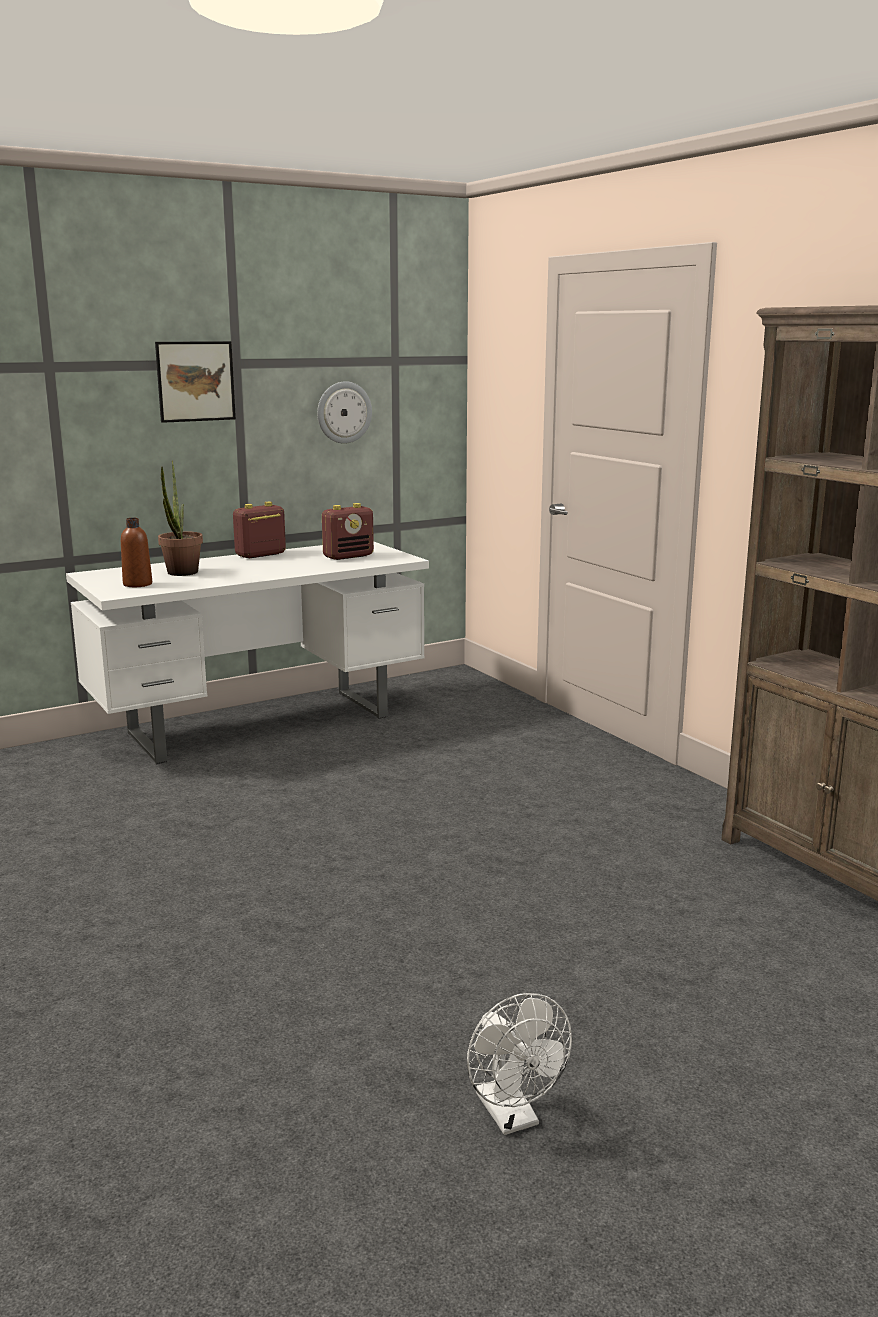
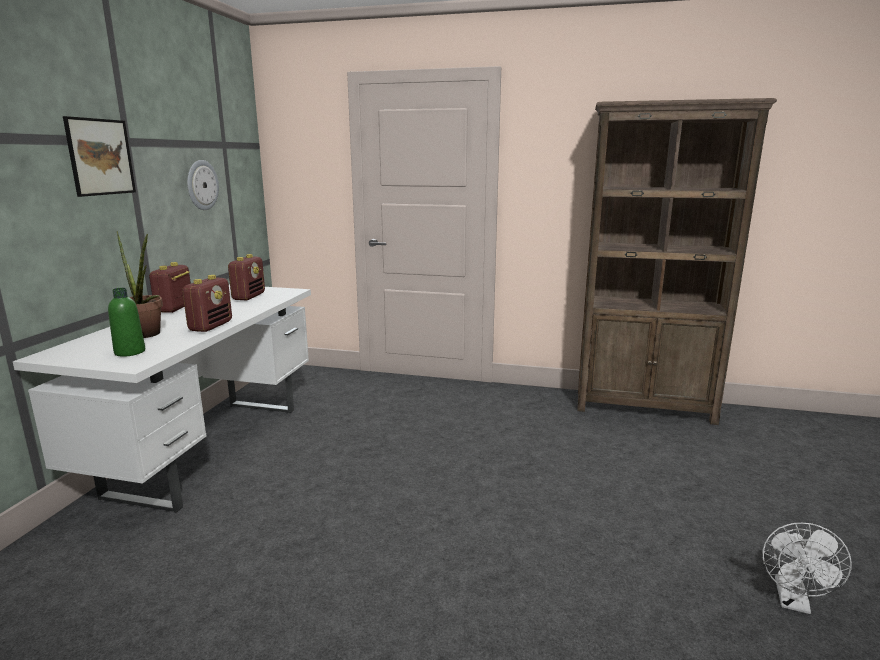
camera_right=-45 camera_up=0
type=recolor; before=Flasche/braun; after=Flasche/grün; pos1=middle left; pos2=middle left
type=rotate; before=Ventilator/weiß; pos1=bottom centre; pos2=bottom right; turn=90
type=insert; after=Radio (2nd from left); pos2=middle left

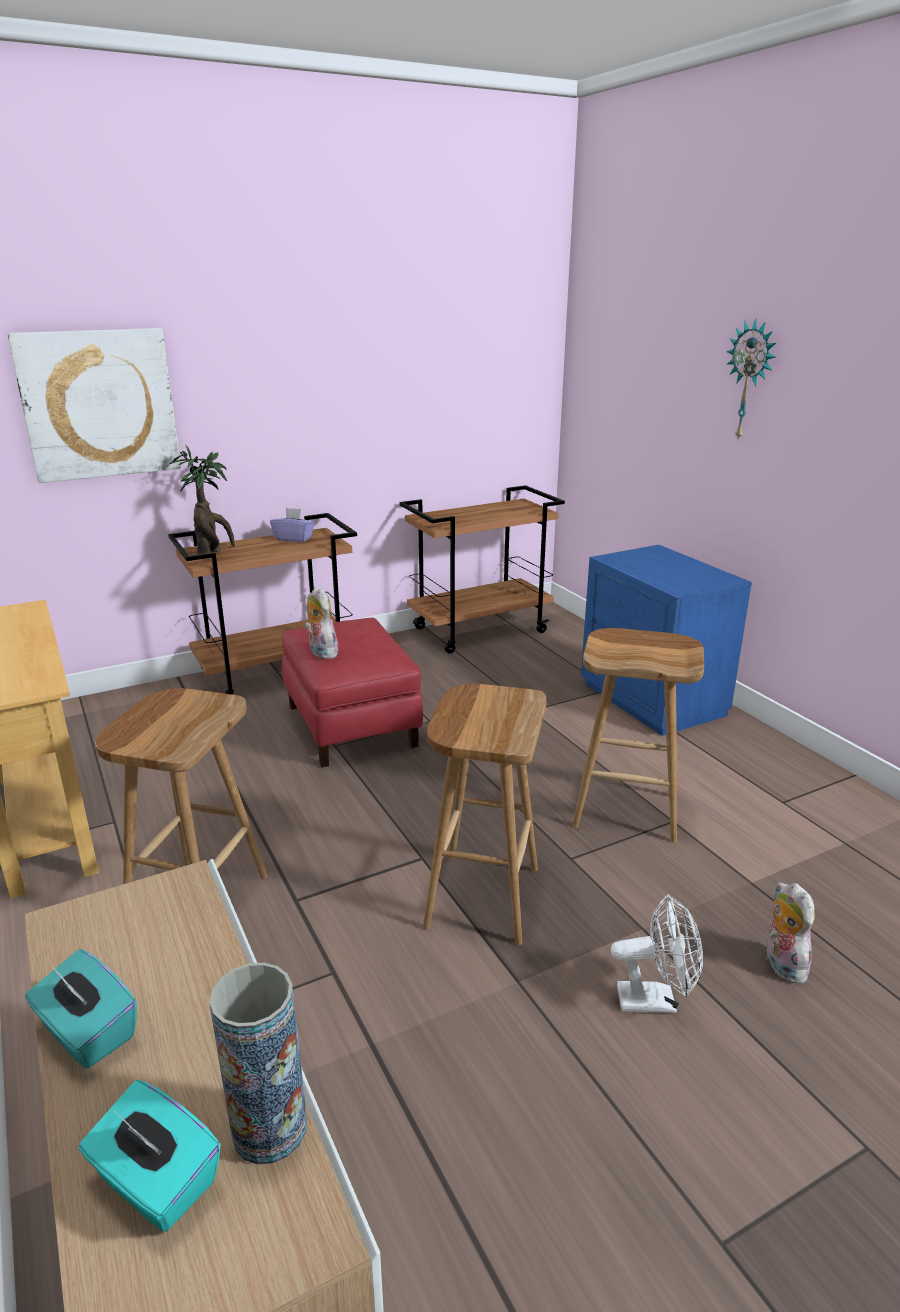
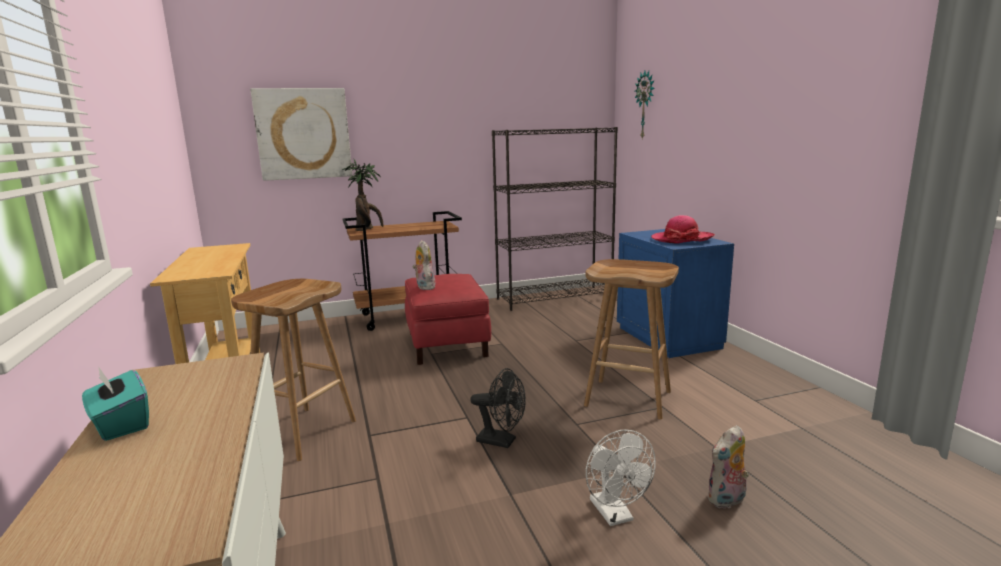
camera_right=10 camera_up=-10
type=move; before=Wanduhr; pos1=top right; pos2=top centre
type=replace; before=Rollwagen/braun (2nd from left); after=Bücherregal/schwarz; pos1=centre; pos2=centre
type=delete; before=Taschentuchbox/lila; pos1=middle left
type=replace; before=Hocker/braun (2nd from left); after=Ventilator/schwarz; pos1=centre; pos2=bottom centre
type=rotate; before=Plüschtier (2nd from left); pos1=bottom right; pos2=bottom right; turn=-120
type=rotate; before=Ventilator/weiß; pos1=bottom right; pos2=bottom centre; turn=60
type=delete; before=Vase; pos1=bottom left
type=delete; before=Taschentuchbox/türkis (2nd from left); pos1=bottom left
type=insert; after=Hut; pos2=middle right

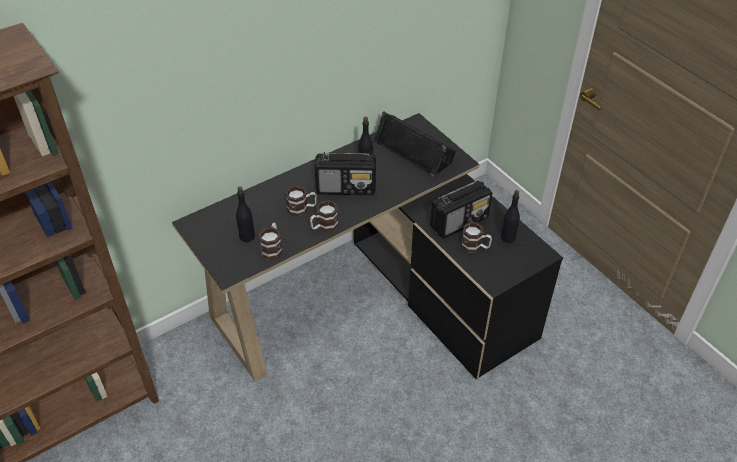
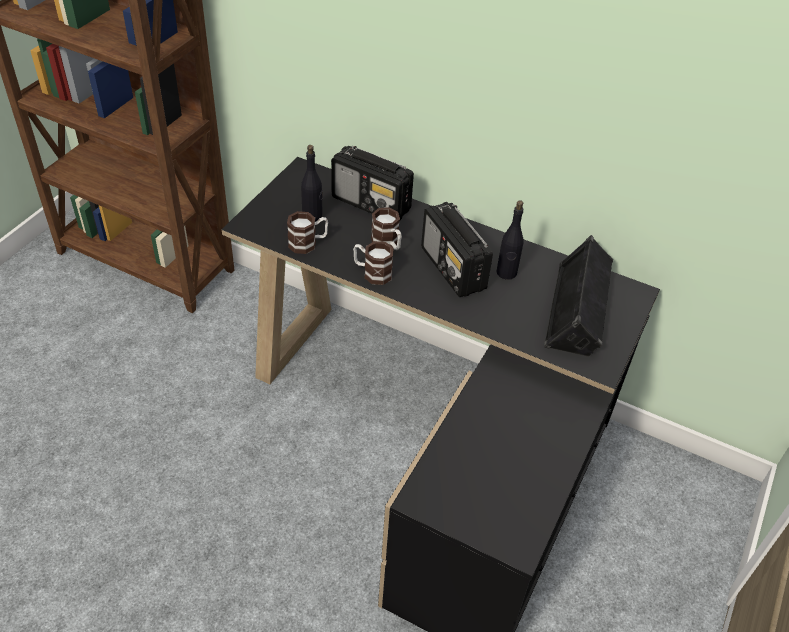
camera_right=60 camera_up=0
type=move; before=Radio (2nd from left in the first image); after=Radio (1st from left); pos1=centre; pos2=top centre
type=delete; before=Flasche/schwarz (3rd from left); pos1=middle right
type=delete; before=Henkelbecher (4th from left); pos1=centre

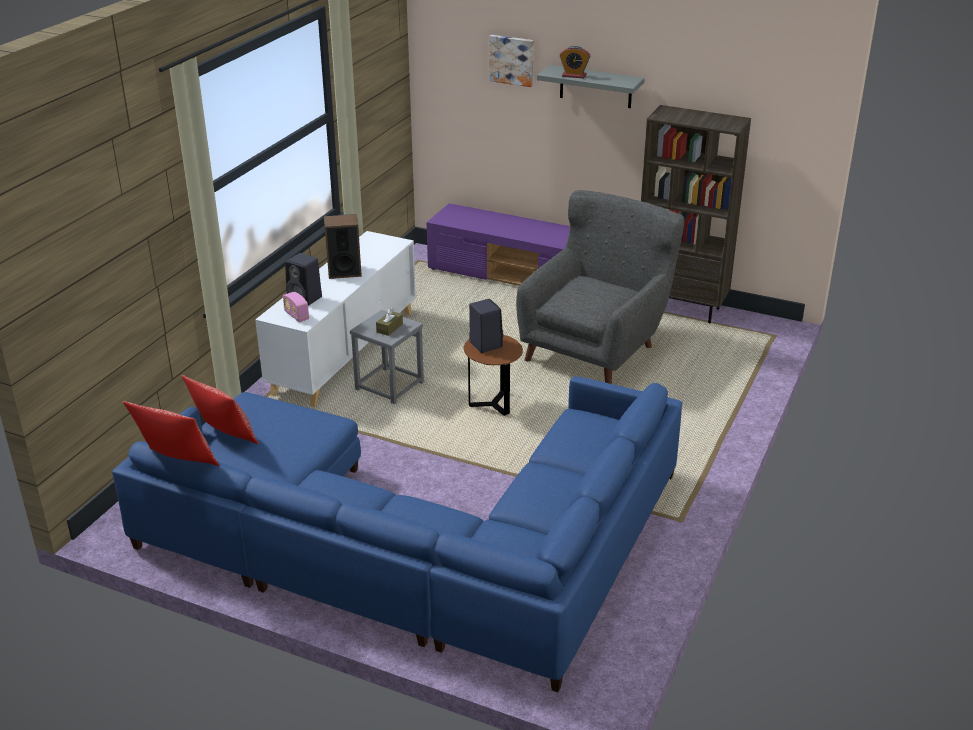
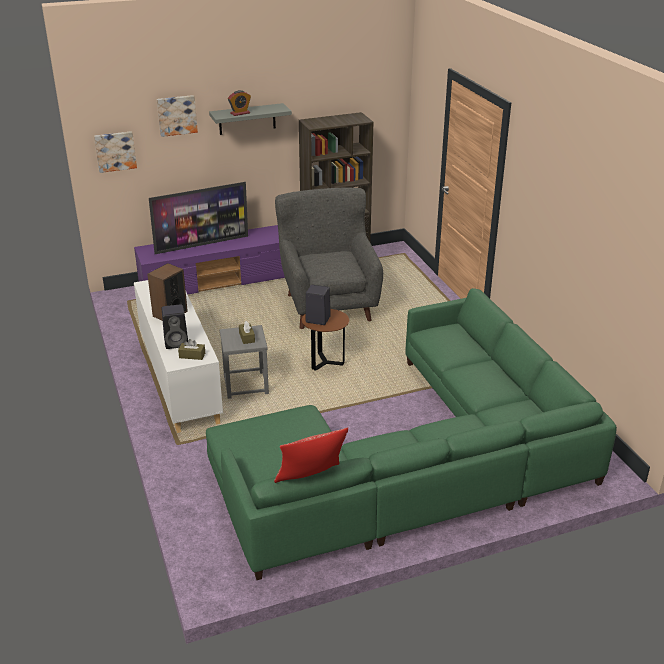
camera_right=-45 camera_up=0
type=replace; before=Radio; after=Taschentuchbox/braun (1st from left); pos1=middle left; pos2=middle left
type=delete; before=Kissen (2nd from left); pos1=middle left
type=recolor; before=Sofa/blau; after=Sofa/grün; pos1=bottom centre; pos2=centre
type=insert; after=Bild (1st from left); pos2=top left
type=insert; after=Fernseher; pos2=top left

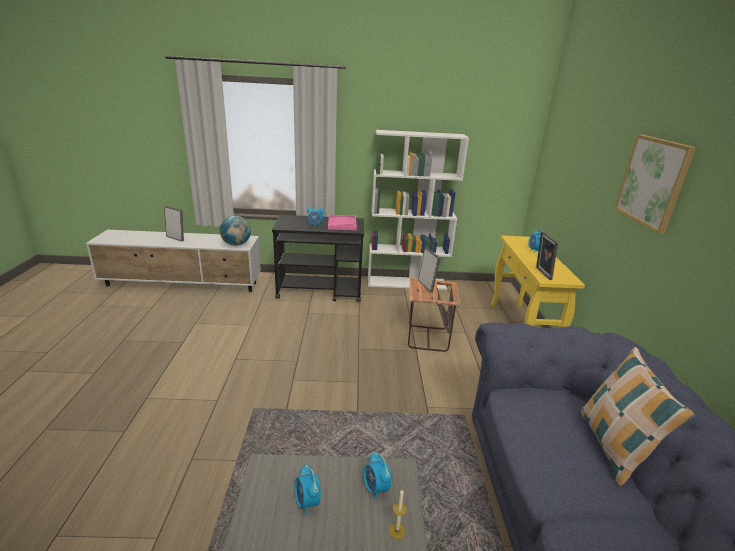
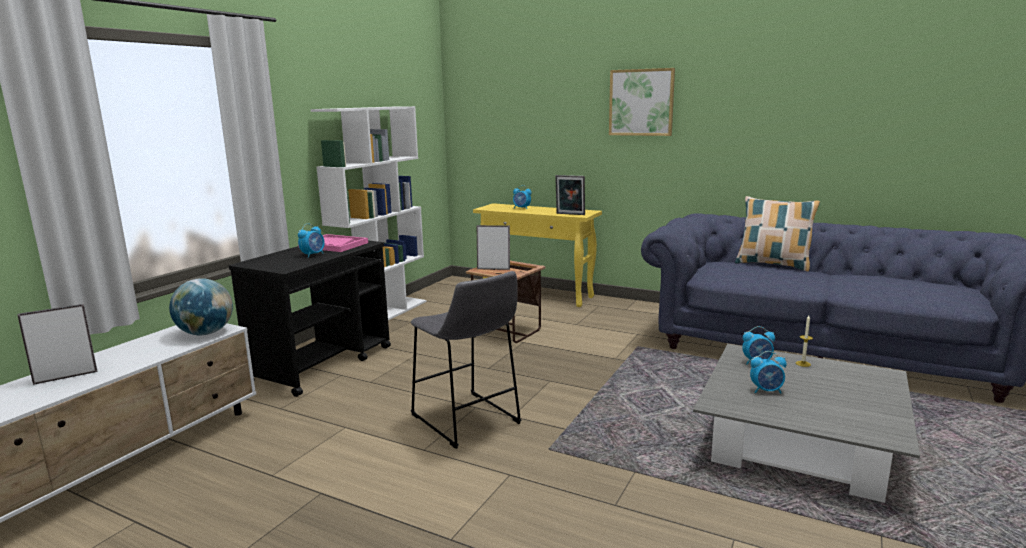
camera_right=-60 camera_up=-10
type=insert; after=Hocker/grau; pos2=centre

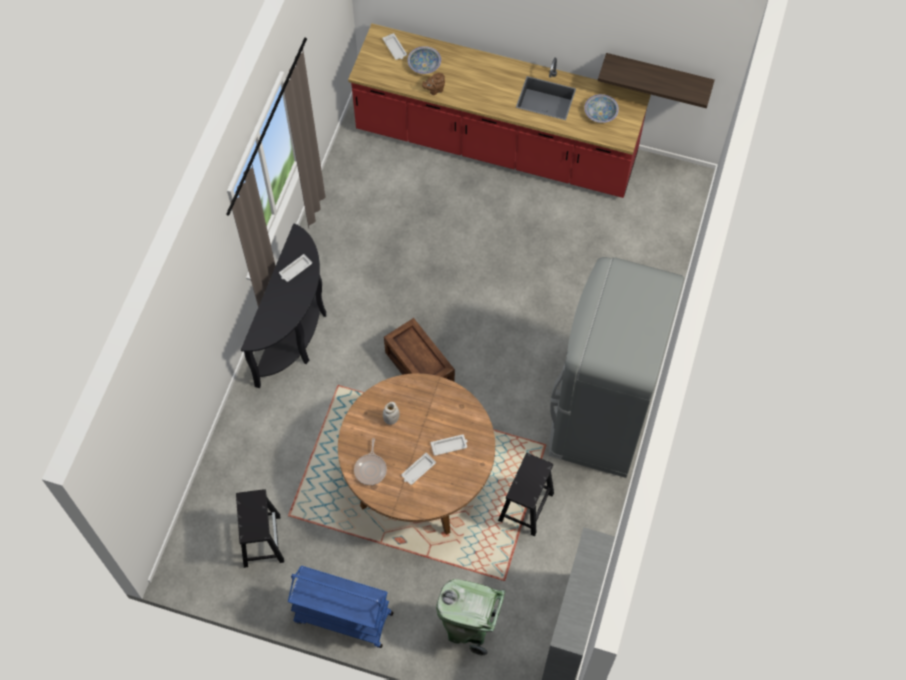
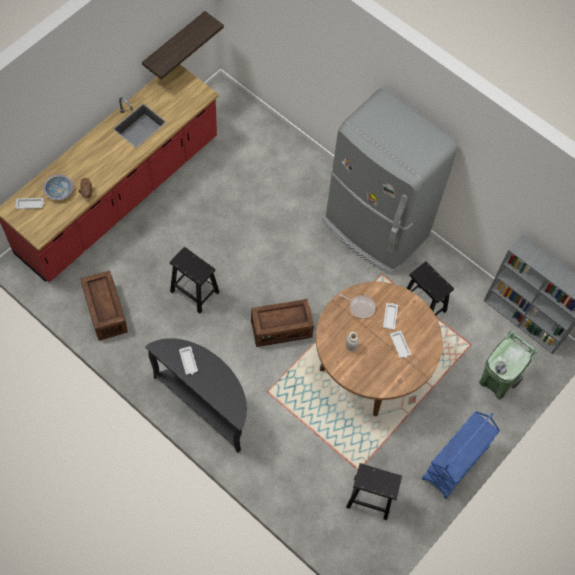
camera_right=-70 camera_up=0
type=delete; before=Schüssel (2nd from left); pos1=top centre
type=move; before=Pfanne; pos1=bottom centre; pos2=centre
type=insert; after=Hocker/schwarz (1st from left); pos2=centre
type=insert; after=Kiste (1st from left); pos2=middle left

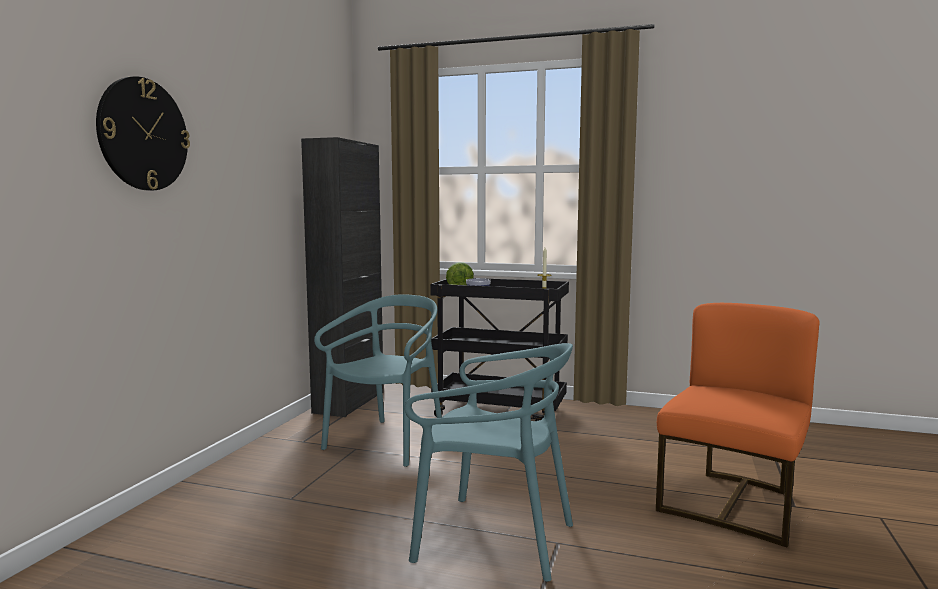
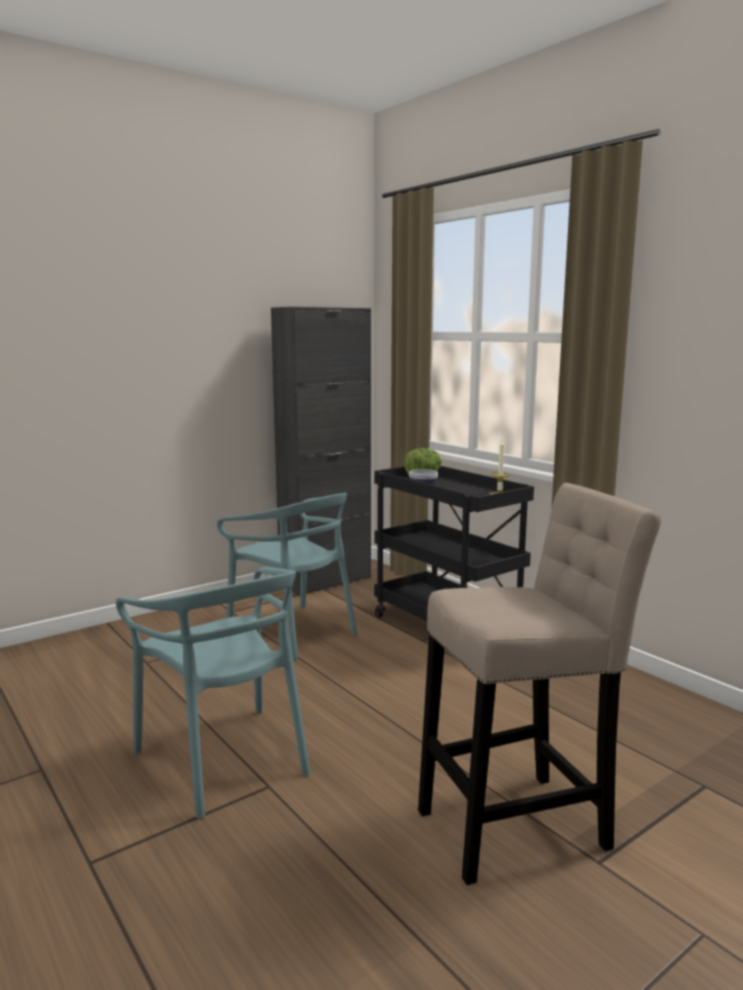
camera_right=35 camera_up=5
type=delete; before=Wanduhr; pos1=top left
type=rotate; before=Stuhl/türkis (1st from left in the first image); pos1=centre; pos2=centre; turn=75
type=replace; before=Stuhl/orange; after=Hocker/beige; pos1=bottom right; pos2=bottom right

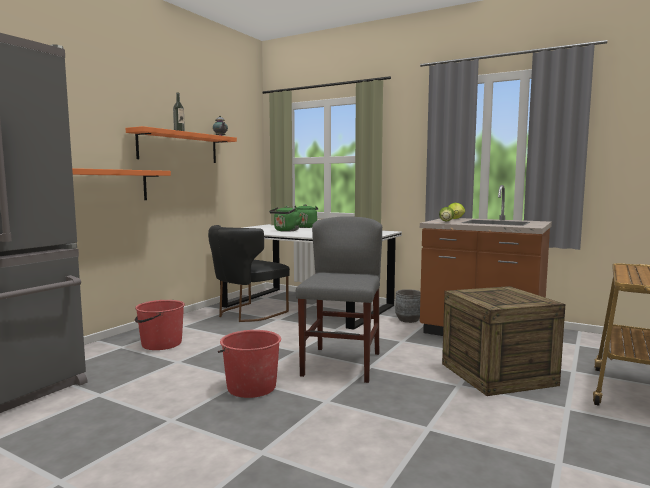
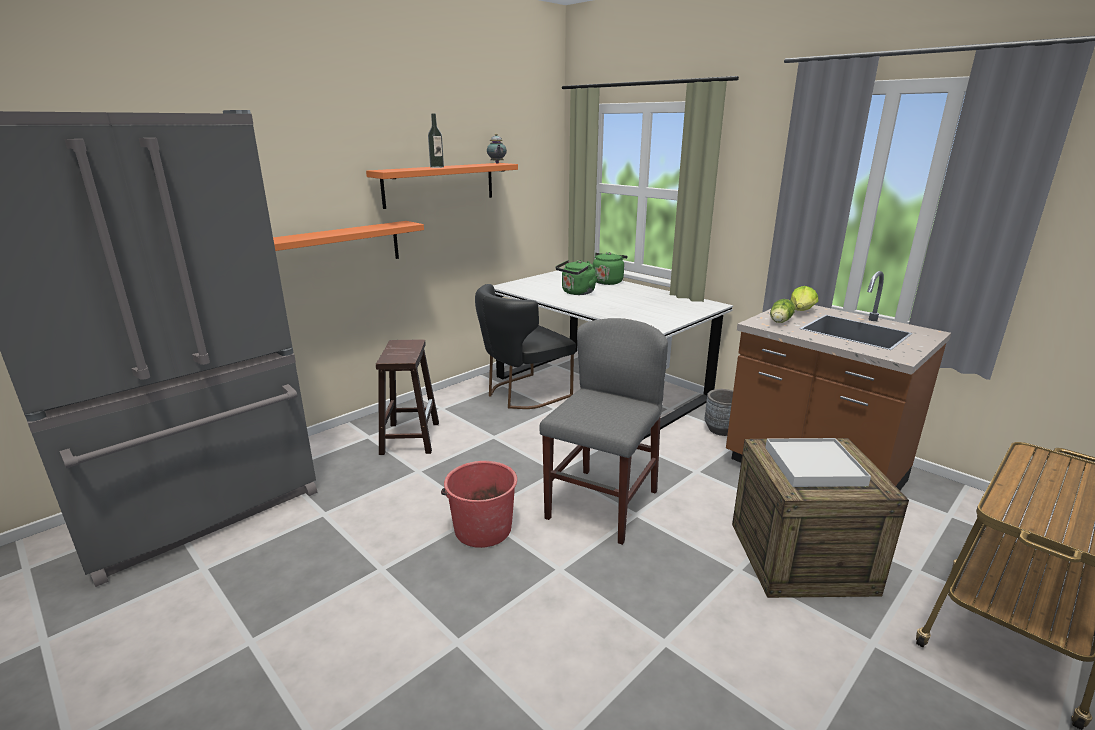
camera_right=15 camera_up=15
type=replace; before=Eimer/rot (1st from left); after=Hocker/braun; pos1=middle left; pos2=centre
type=insert; after=Tablett/weiß; pos2=middle right

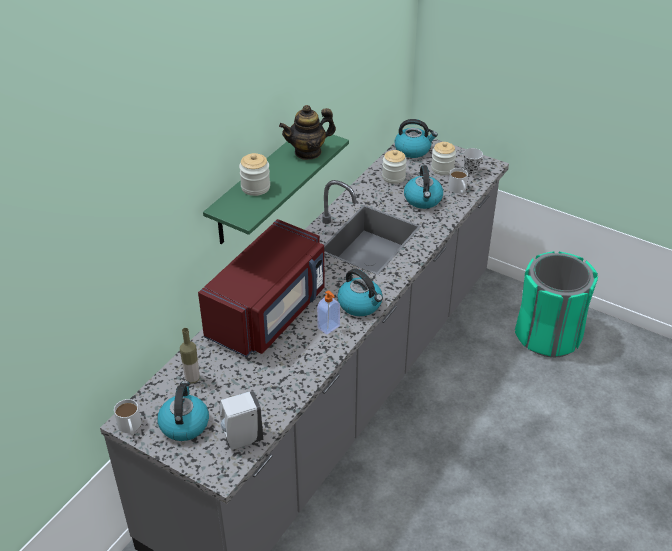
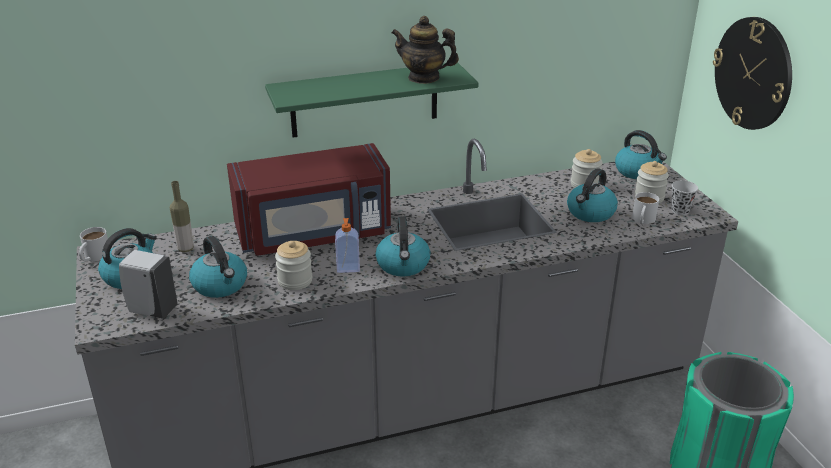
camera_right=40 camera_up=-10
type=move; before=Vorratsglas (1st from left); pos1=top centre; pos2=centre
type=insert; after=Wanduhr; pos2=top right
type=insert; after=Wasserkessel (2nd from left); pos2=middle left

